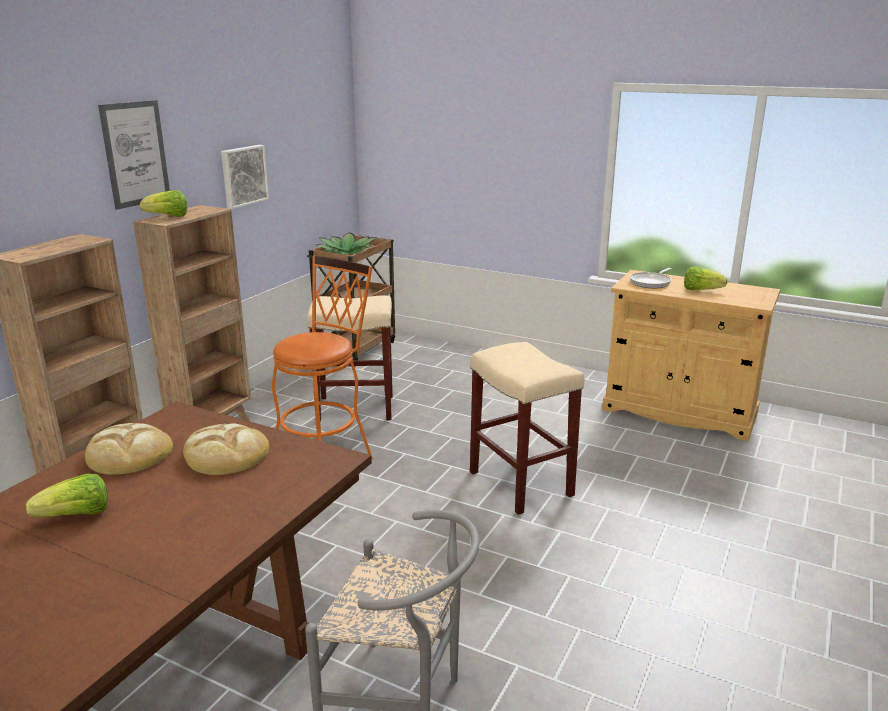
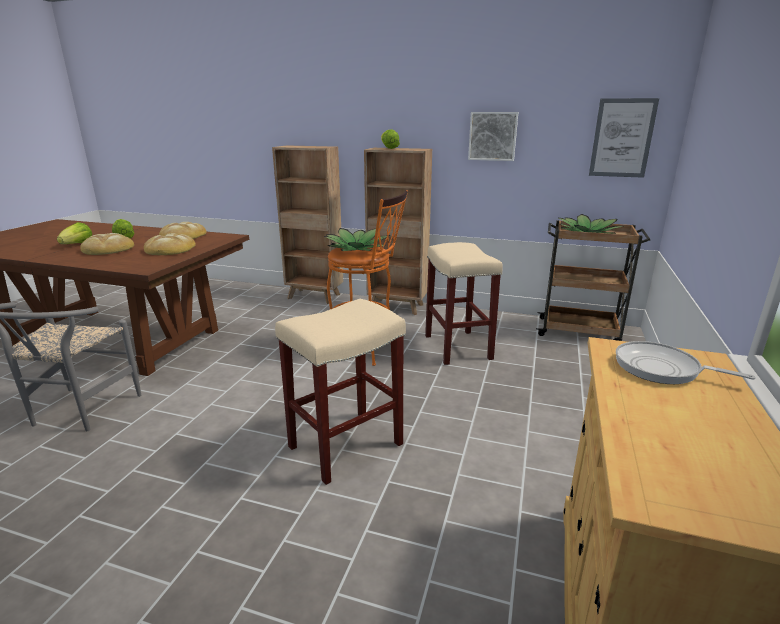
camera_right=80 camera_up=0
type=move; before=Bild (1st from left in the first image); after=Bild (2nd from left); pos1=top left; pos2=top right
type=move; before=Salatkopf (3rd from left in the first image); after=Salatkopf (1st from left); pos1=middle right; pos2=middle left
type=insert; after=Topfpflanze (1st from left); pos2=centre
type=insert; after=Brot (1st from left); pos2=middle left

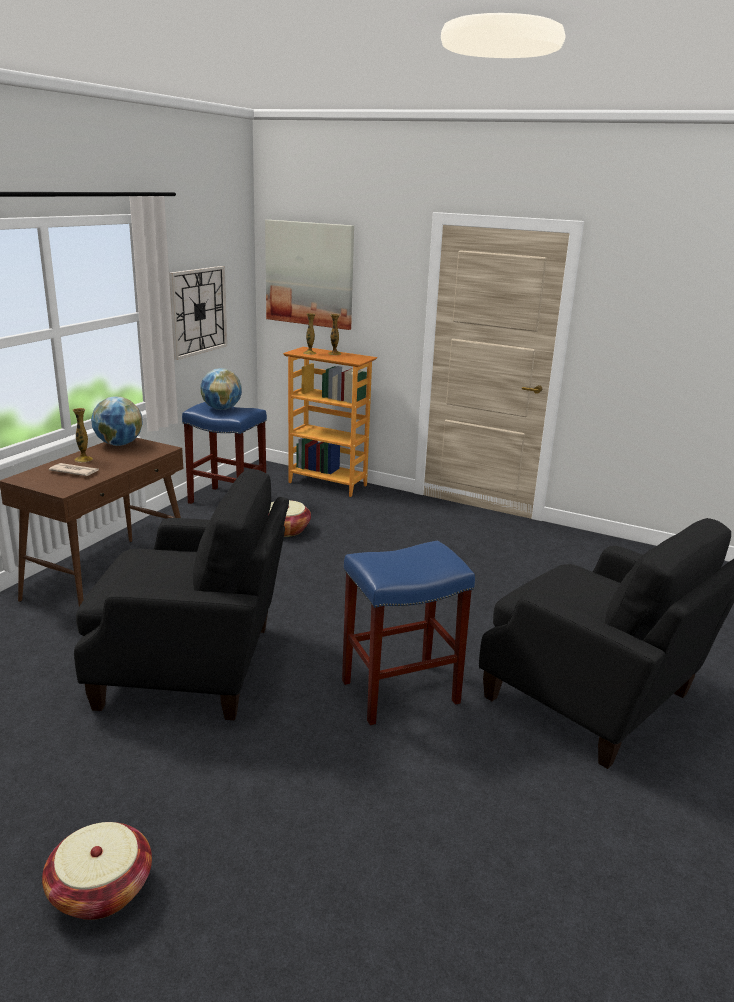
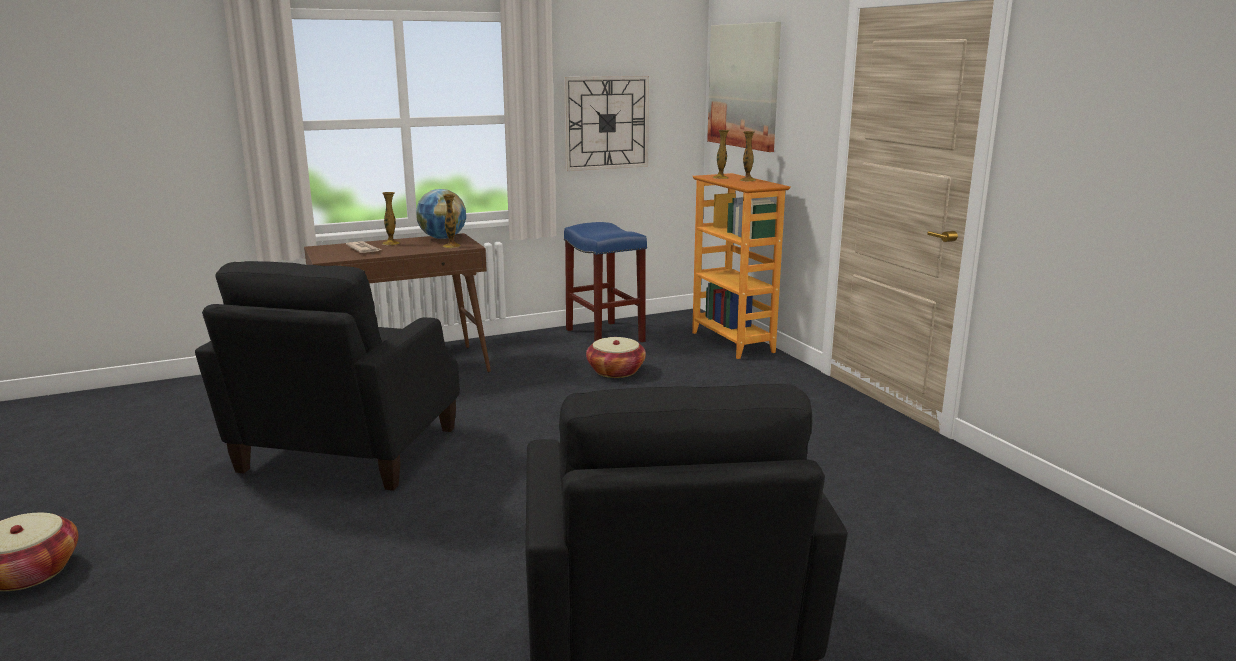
camera_right=40 camera_up=-5
type=delete; before=Globus (2nd from left); pos1=middle left
type=rotate; before=Sessel/schwarz (1st from left); pos1=middle left; pos2=middle left; turn=60
type=delete; before=Hocker/blau (2nd from left); pos1=centre
type=insert; after=Vase (2nd from left); pos2=centre

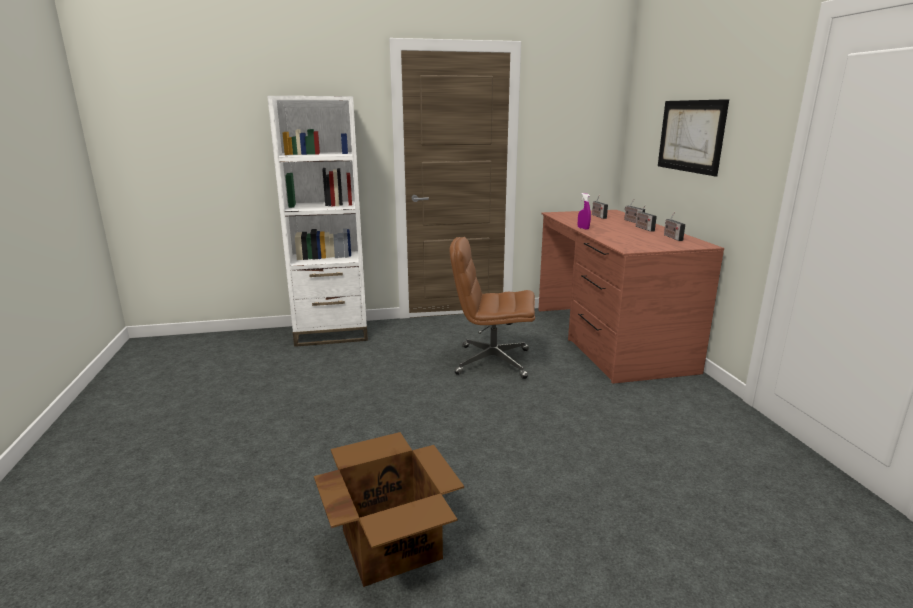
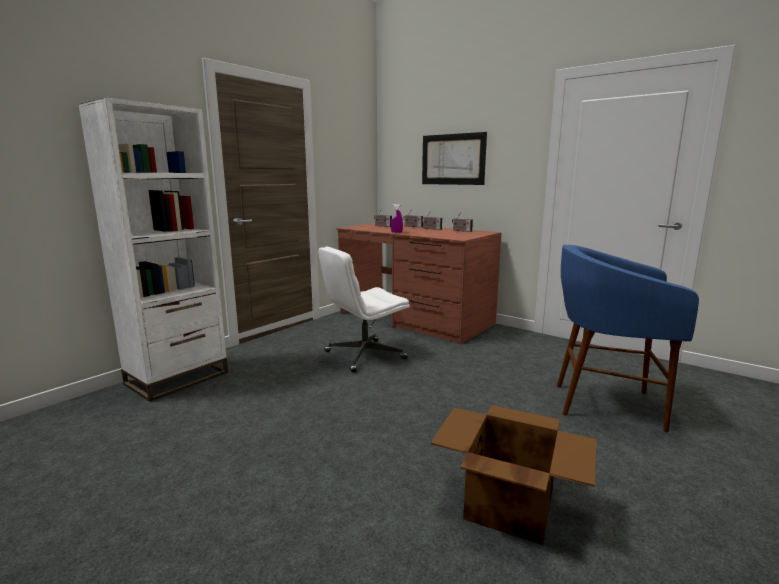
camera_right=-40 camera_up=-5
type=recolor; before=Bürostuhl/braun; after=Bürostuhl/weiß; pos1=centre; pos2=centre
type=insert; after=Hocker/blau; pos2=middle right

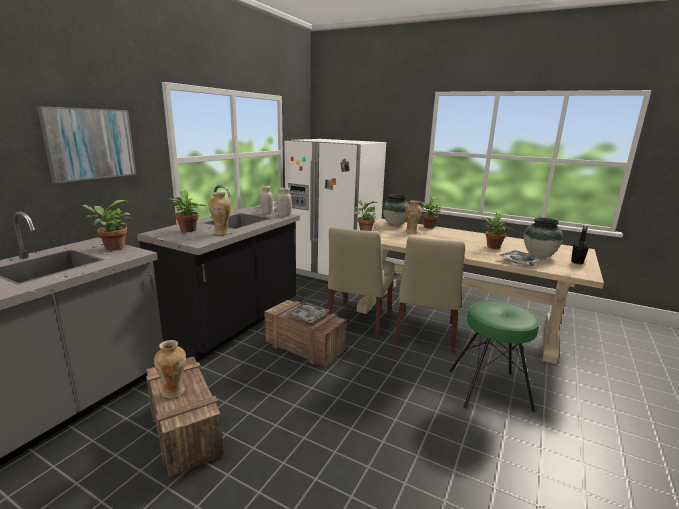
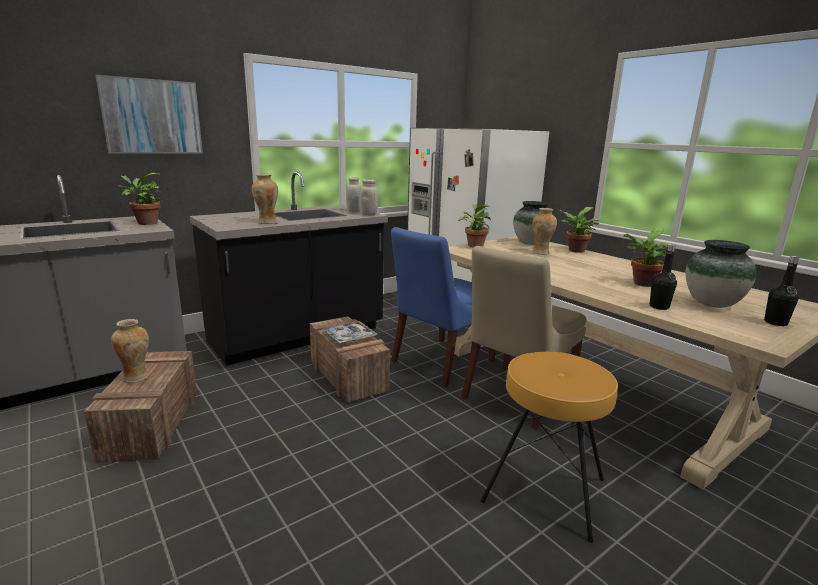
camera_right=25 camera_up=0
type=delete; before=Topfpflanze (2nd from left); pos1=middle left
type=recolor; before=Stuhl/beige (1st from left); after=Stuhl/blau; pos1=centre; pos2=centre
type=replace; before=Tablett (2nd from left); after=Flasche/schwarz (1st from left); pos1=middle right; pos2=middle right
type=recolor; before=Hocker/grün; after=Hocker/braun; pos1=bottom right; pos2=bottom right

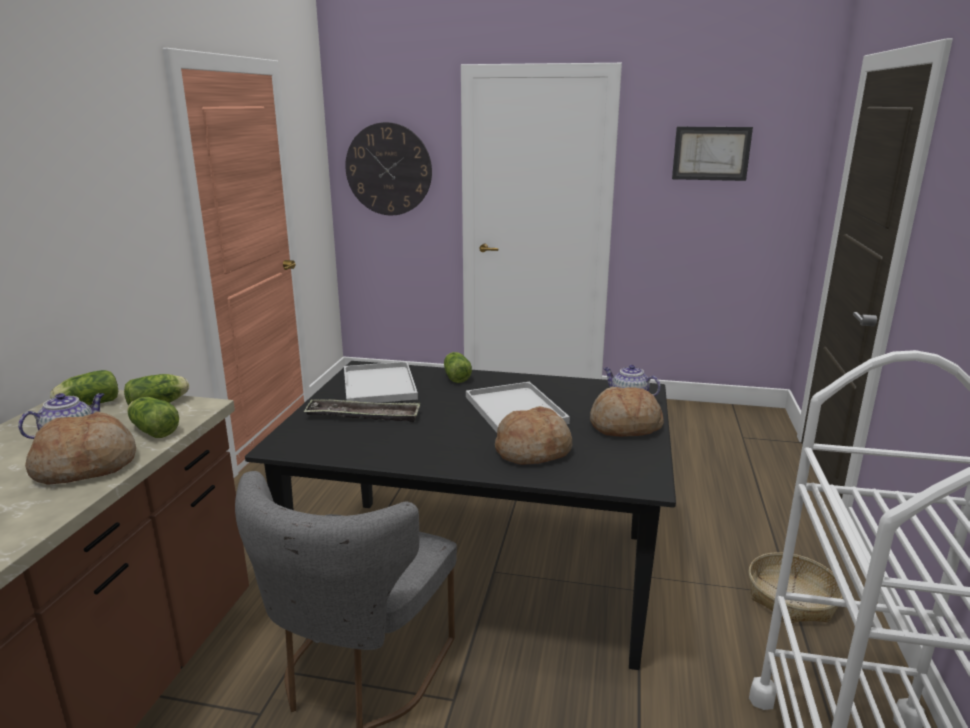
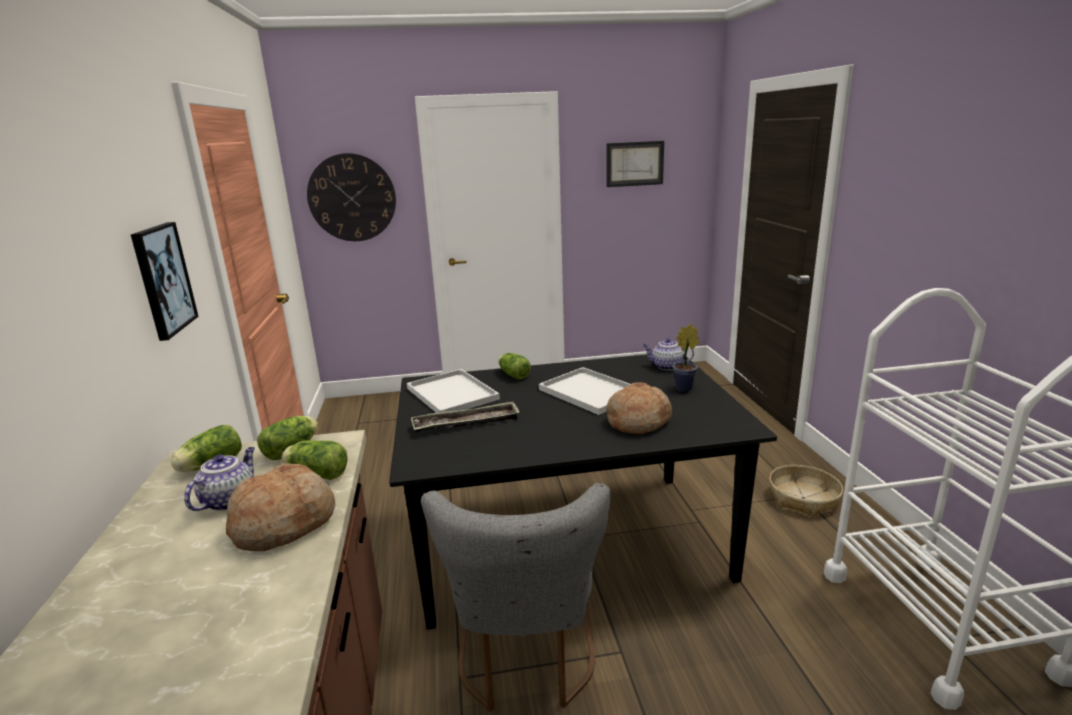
camera_right=-20 camera_up=0
type=replace; before=Brot (3rd from left); after=Topfpflanze; pos1=centre; pos2=centre
type=insert; after=Bild (1st from left); pos2=middle left

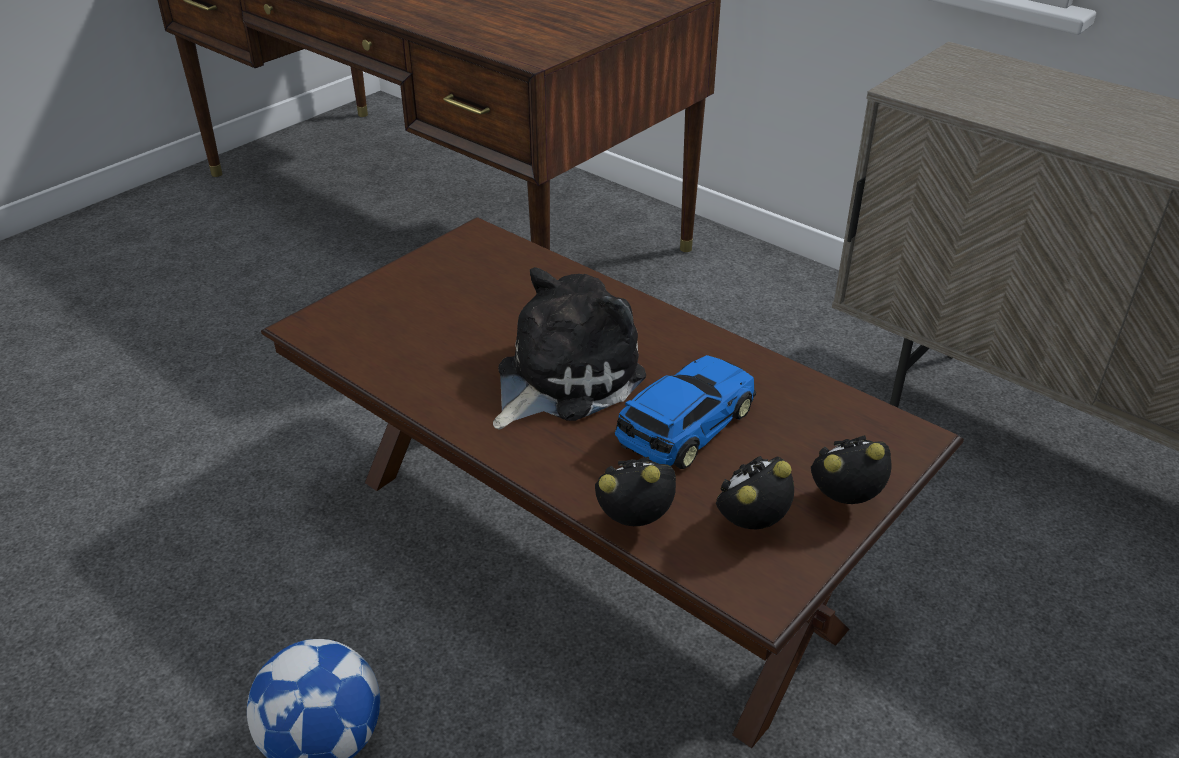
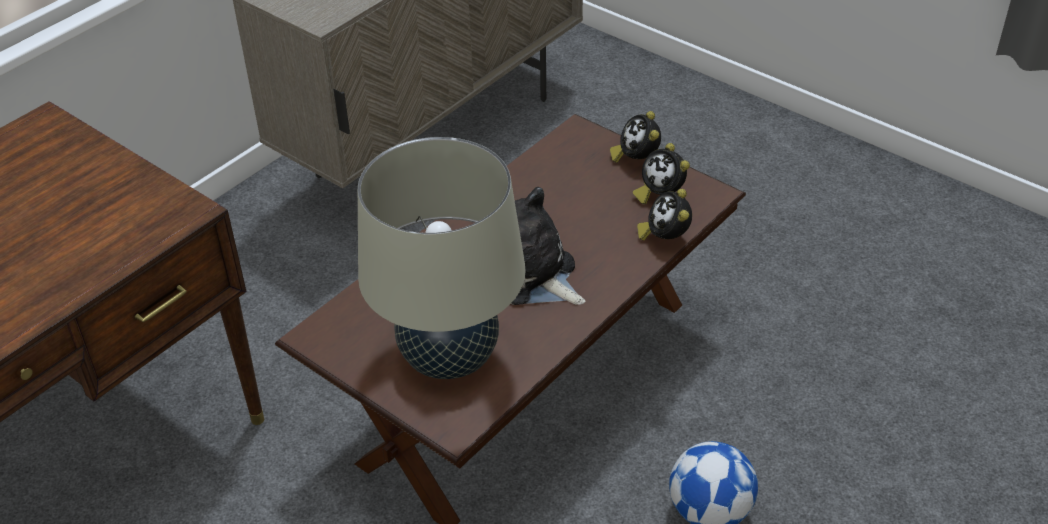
camera_right=-90 camera_up=5
type=delete; before=Spielzeugauto; pos1=centre
type=insert; after=Tischlampe/beige; pos2=centre

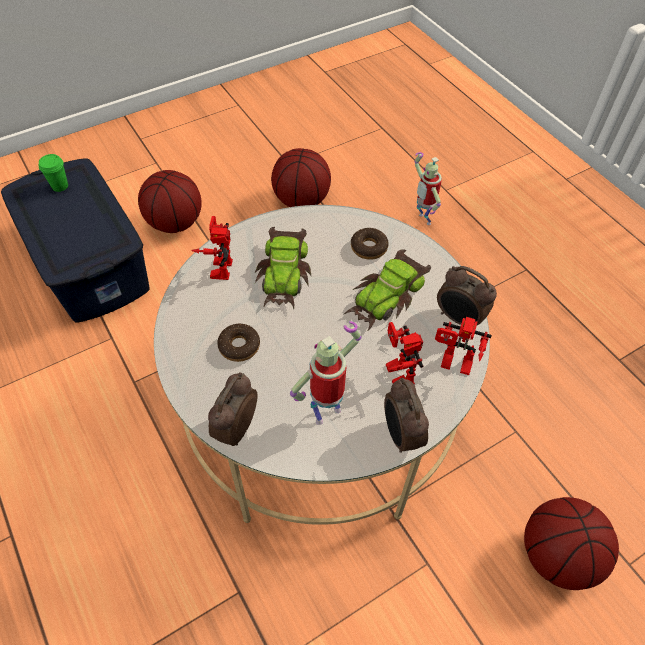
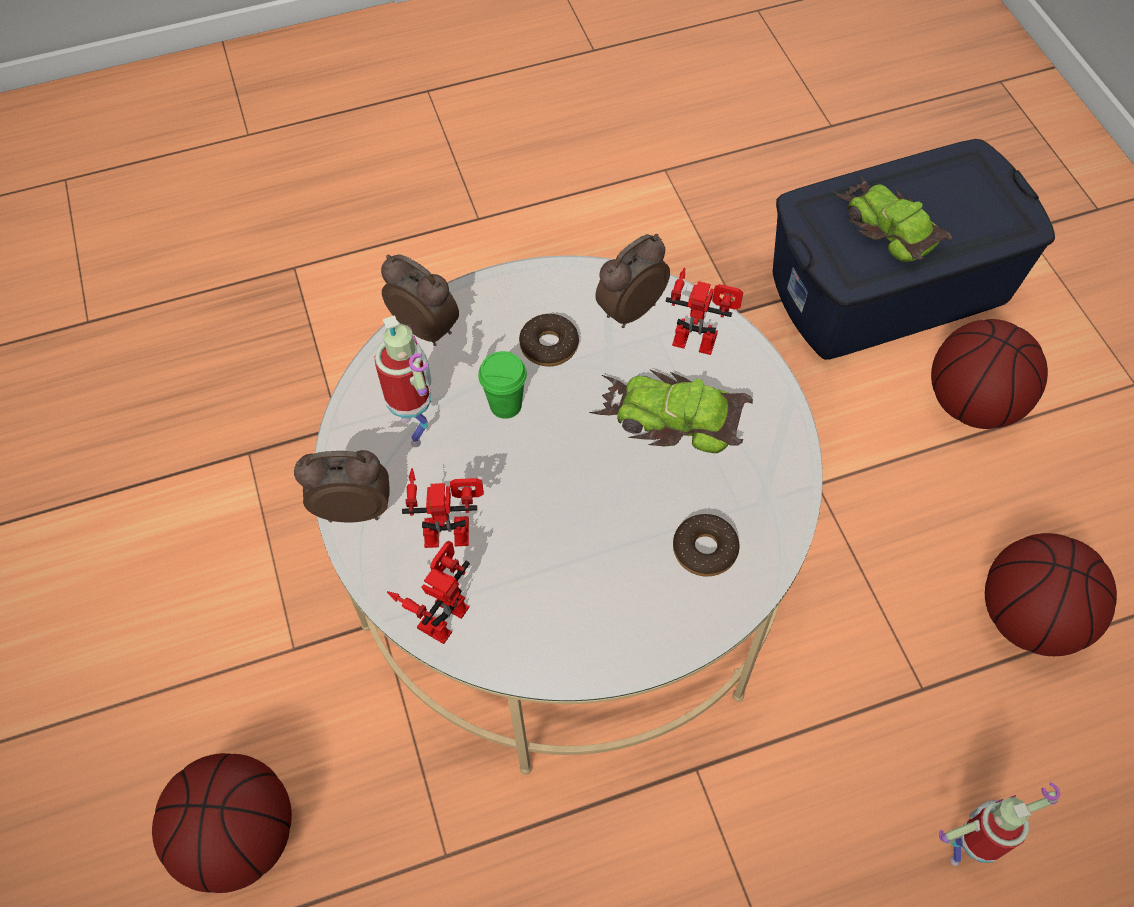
camera_right=105 camera_up=5
type=move; before=Tasse/grün; pos1=top left; pos2=centre
type=move; before=Spielzeugauto (2nd from left); pos1=centre; pos2=top right
type=move; before=Wecker (3rd from left); pos1=middle right; pos2=top centre

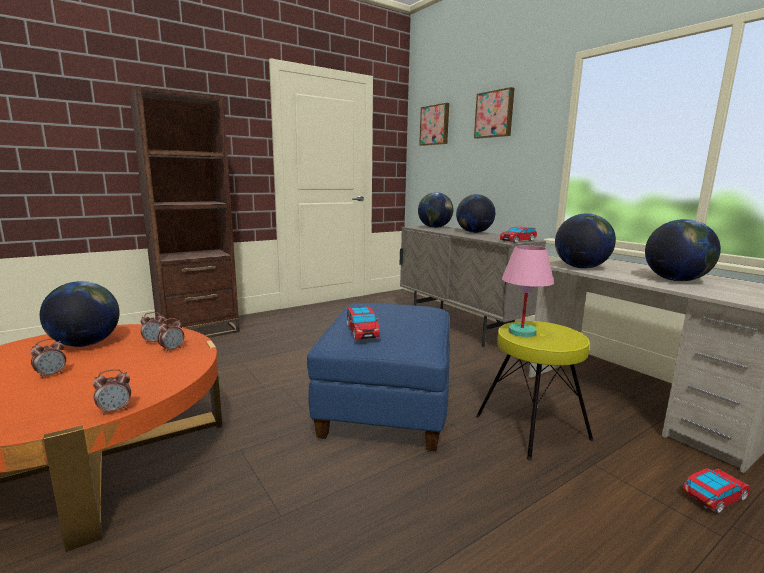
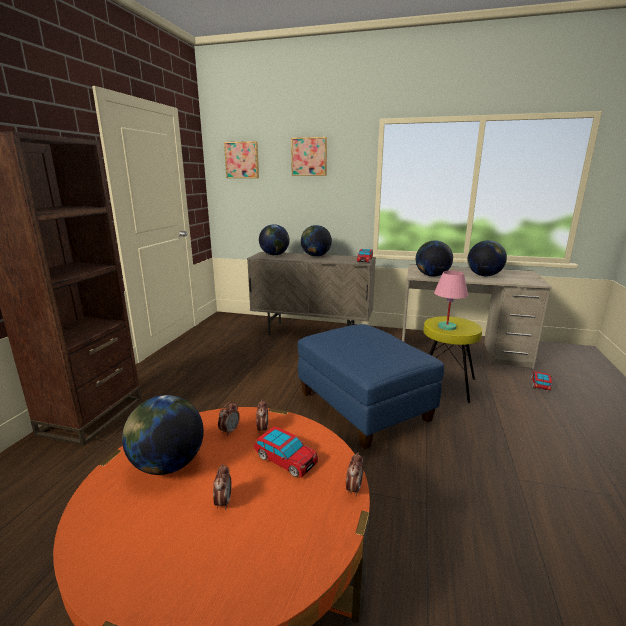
camera_right=-40 camera_up=5
type=move; before=Spielzeugauto (1st from left); pos1=centre; pos2=bottom centre

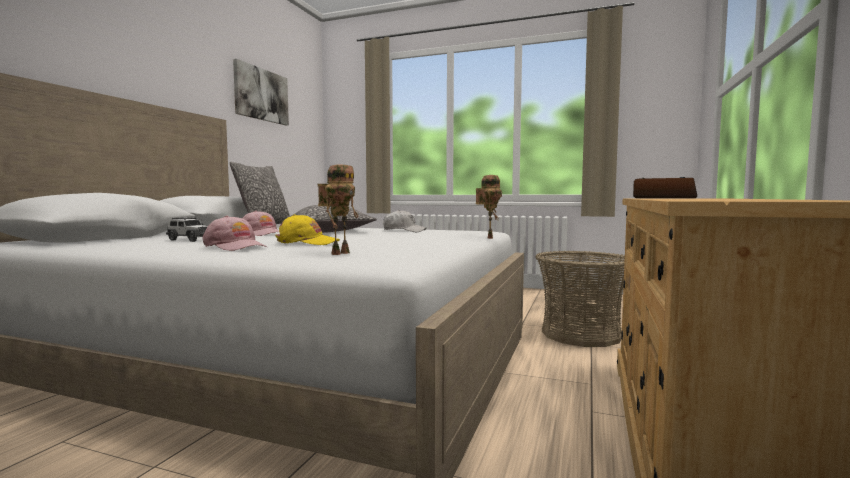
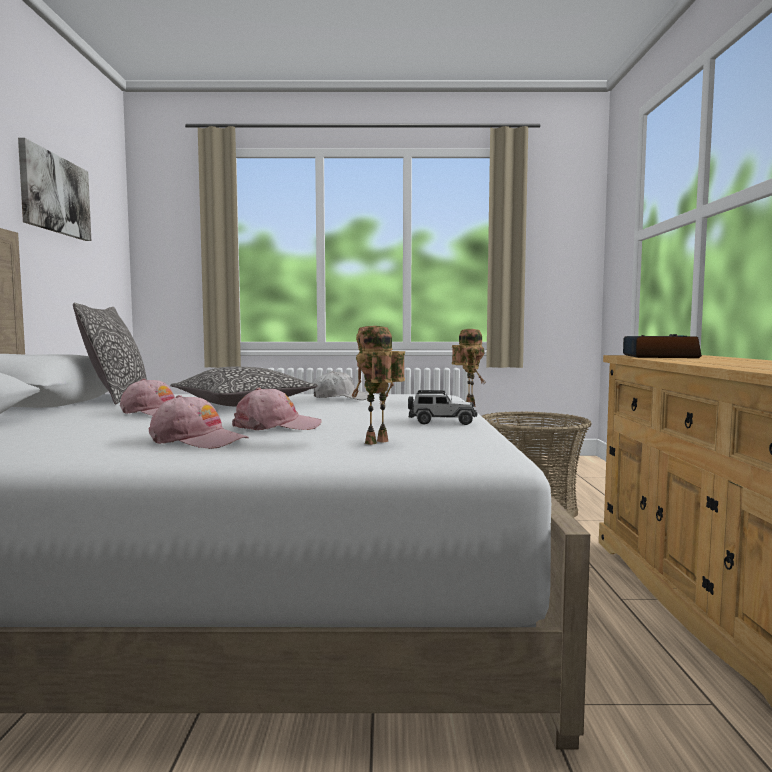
camera_right=-20 camera_up=0
type=rotate; before=Spielzeugroboter (1st from left); pos1=centre; pos2=centre; turn=-150
type=recolor; before=Kappe/gelb; after=Kappe/rosa (3rd from left); pos1=centre; pos2=centre
type=move; before=Spielzeugauto; pos1=middle left; pos2=centre

